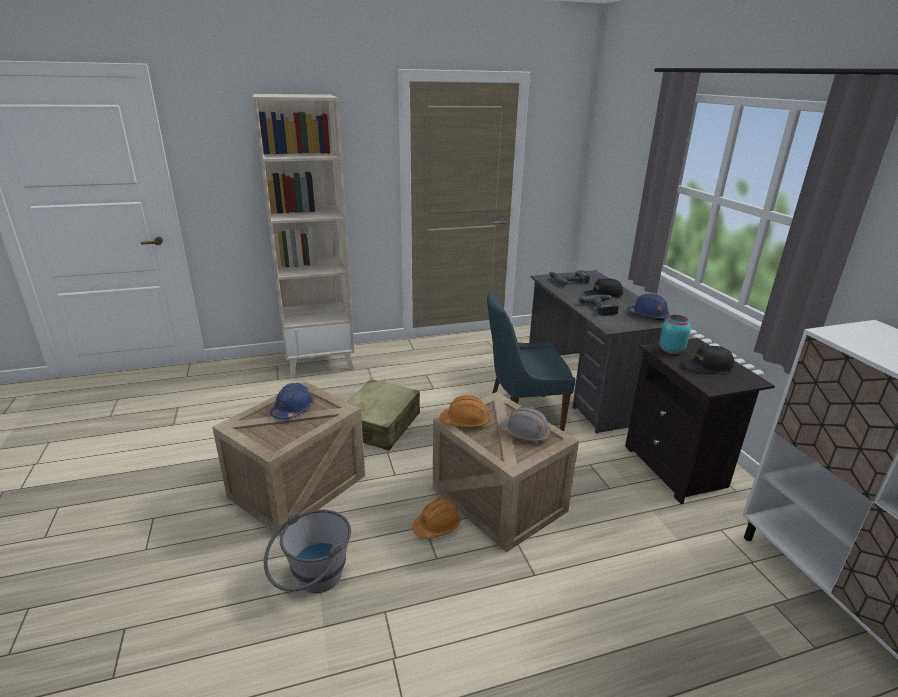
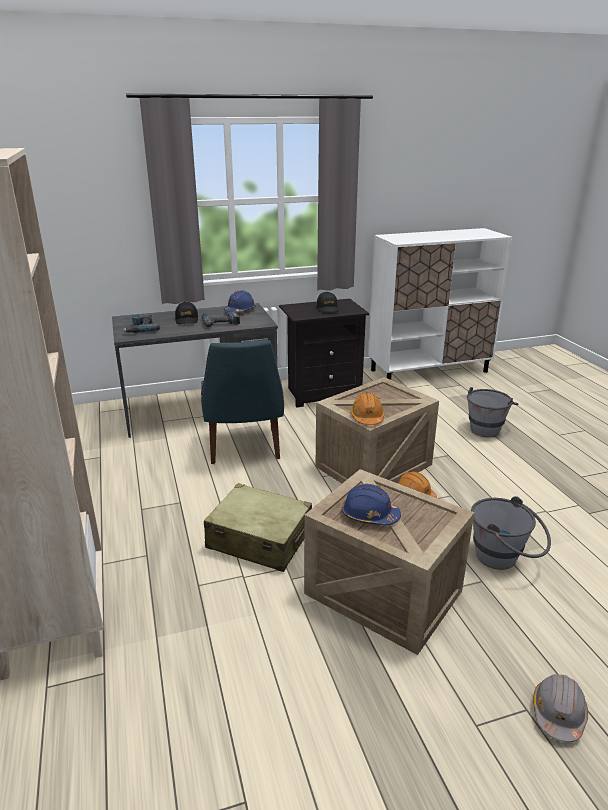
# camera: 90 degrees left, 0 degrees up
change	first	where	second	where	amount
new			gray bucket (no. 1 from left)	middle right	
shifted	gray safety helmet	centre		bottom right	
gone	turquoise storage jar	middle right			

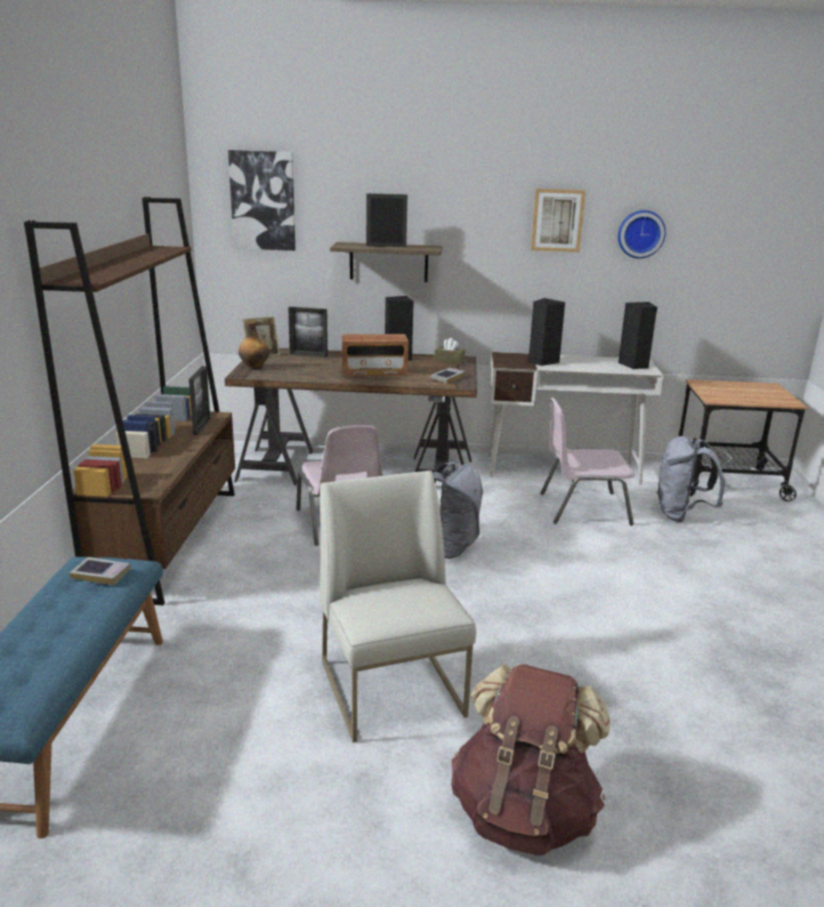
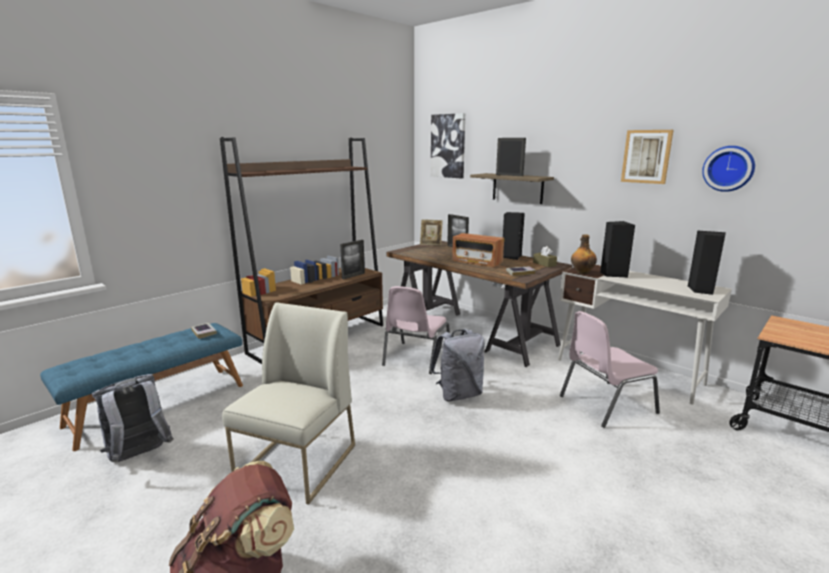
# camera: 40 degrees right, 5 degrees down
change	first	where	second	where	amount
shifted	gray backpack (no. 2 from left in the first image)	middle right	gray backpack (no. 1 from left)	bottom left	
rotated	pink chair (no. 2 from left)	middle right		middle right	60 degrees counterclockwise
shifted	drink bottle	middle left		middle right	

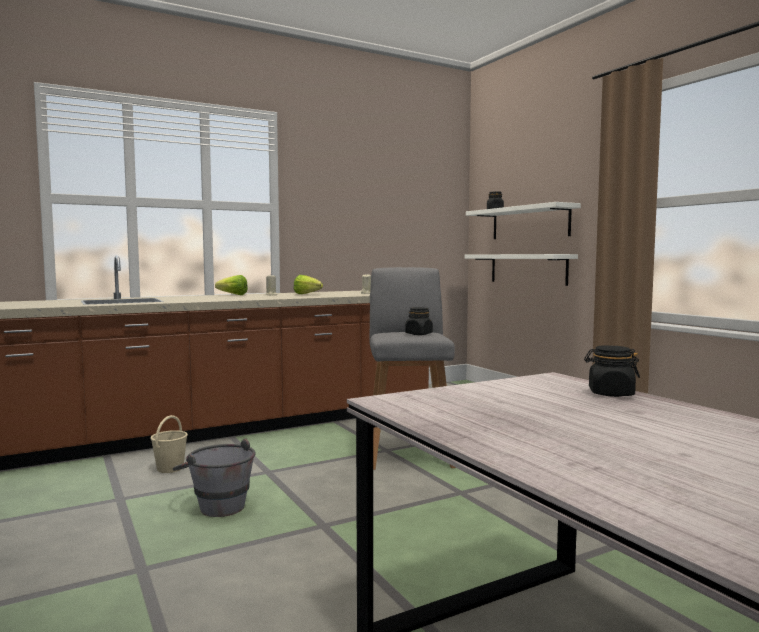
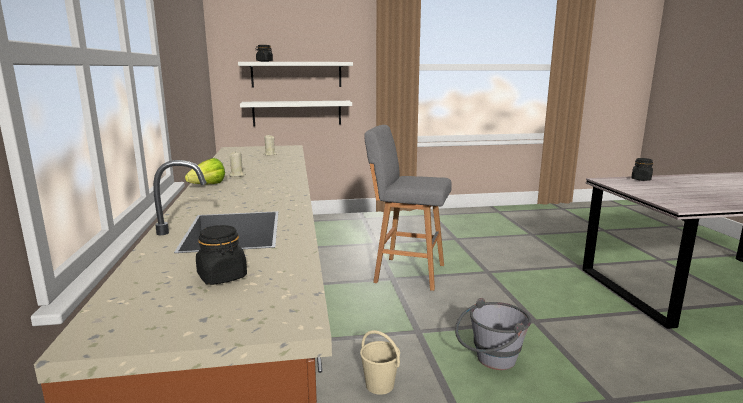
# camera: 70 degrees left, 10 degrees up
change	first	where	second	where	amount
shifted	black-coloured storage jar (no. 1 from left)	centre		middle left	
gone	lettuce head (no. 2 from left)	centre			

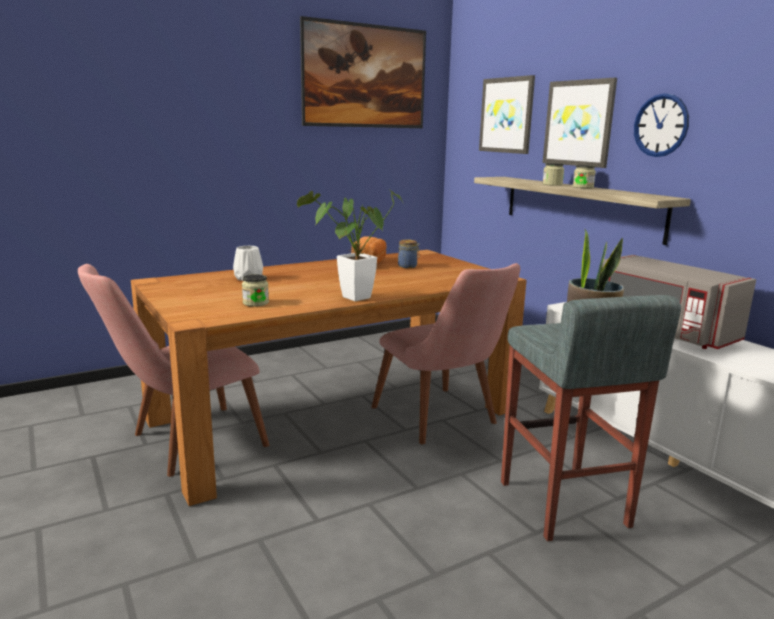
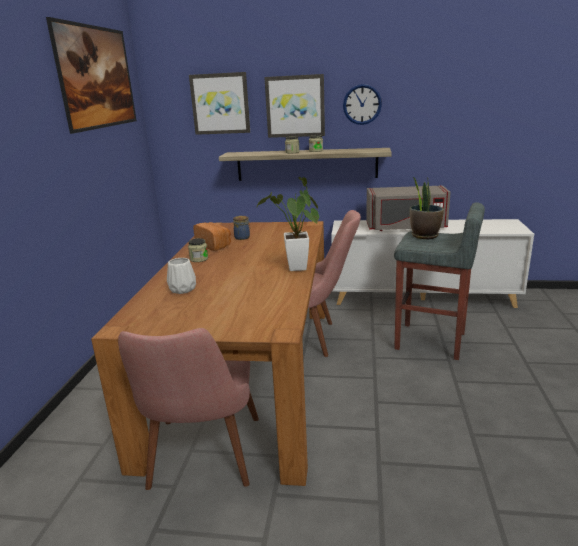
# camera: 50 degrees left, 5 degrees up
change	first	where	second	where	amount
shifted	storage jar (no. 1 from left)	middle left		centre	

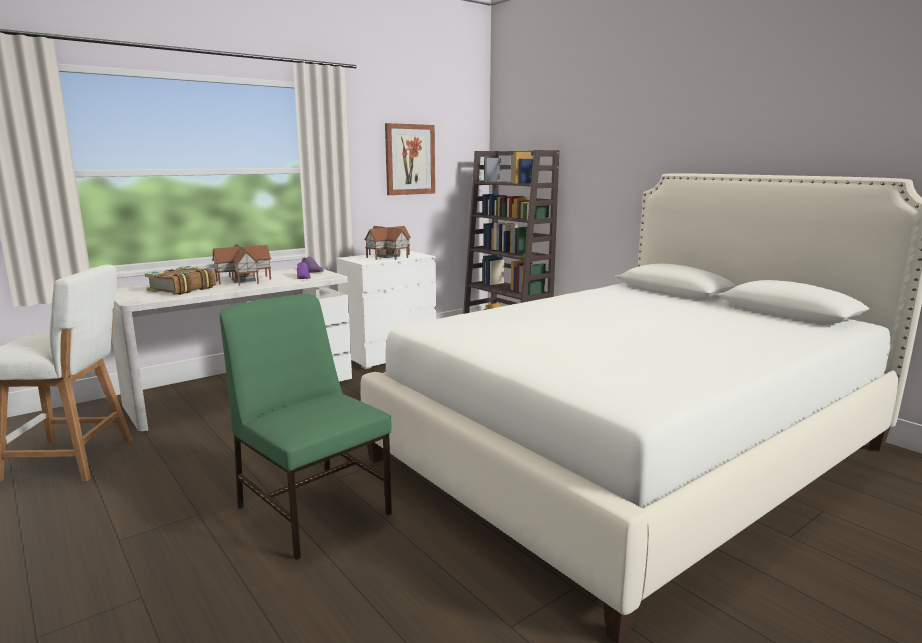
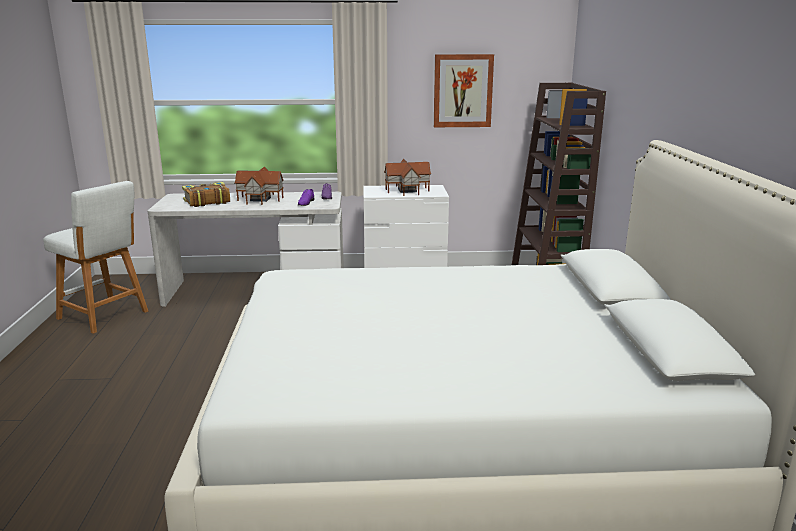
# camera: 35 degrees right, 5 degrees up
change	first	where	second	where	amount
gone	green-coloured chair	middle left			

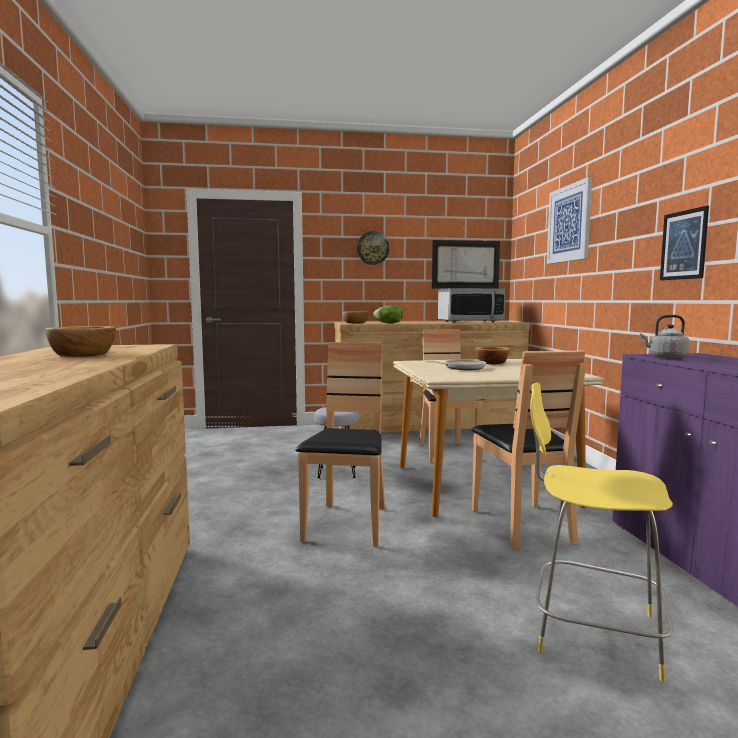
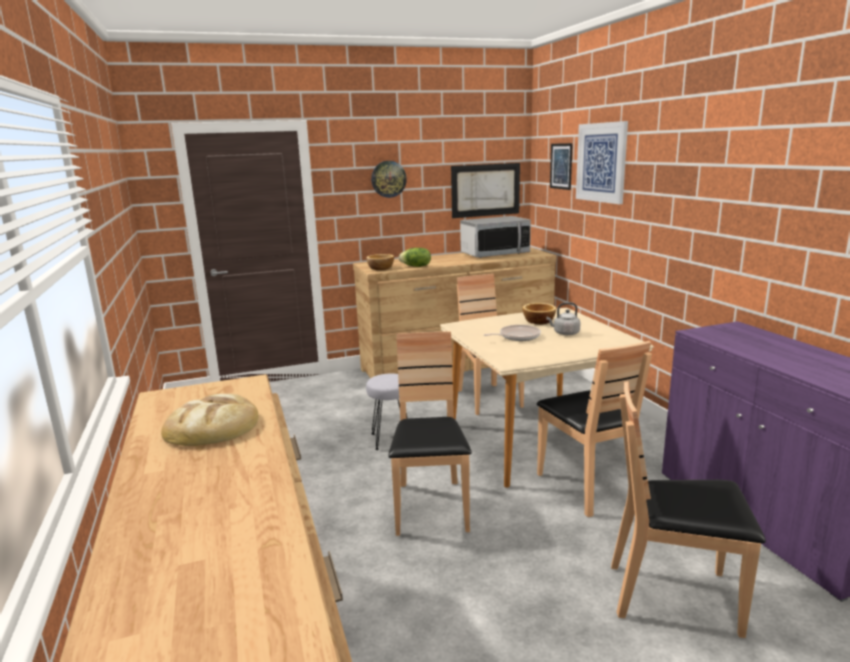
# camera: 10 degrees left, 10 degrees up
change	first	where	second	where	amount
swapped	serving bowl (no. 1 from left)	middle left	bread	middle left	
shifted	gray kettle	middle right		centre	
shifted	wall picture (no. 3 from left in the first image)	top right	wall picture (no. 2 from left)	top centre	
swapped	yellow sitting stool	bottom right	brownish chair (no. 4 from left)	bottom right	

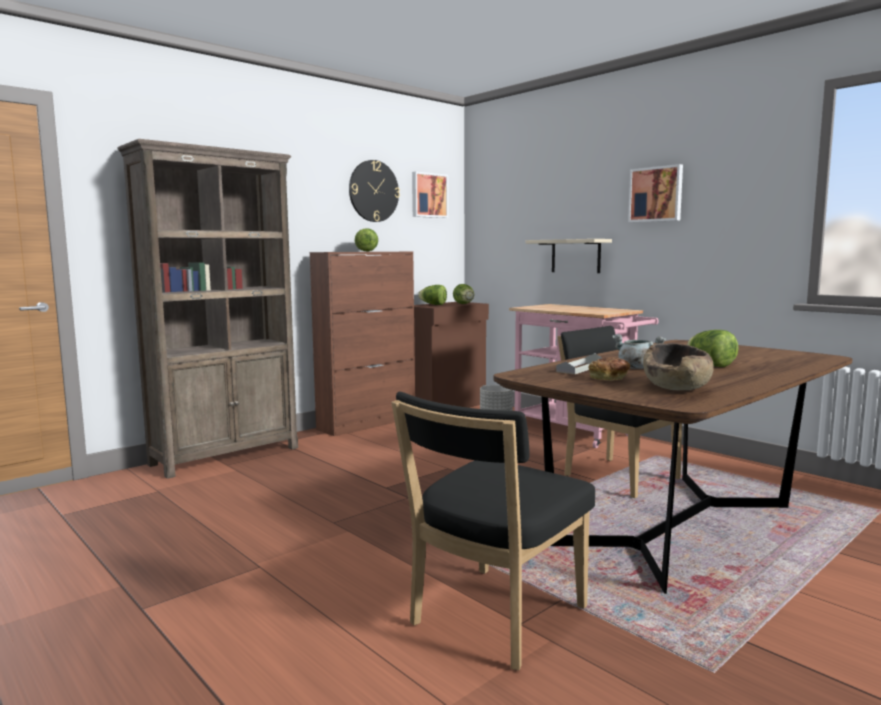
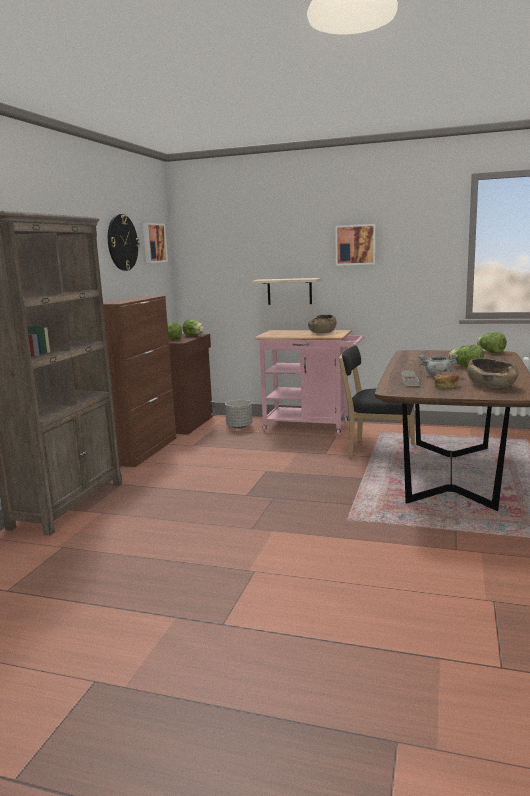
# camera: 30 degrees left, 5 degrees up
change	first	where	second	where	amount
new			brownish serving bowl (no. 1 from left)	centre	
shifted	lettuce head (no. 1 from left in the first image)	centre	lettuce head (no. 4 from left)	middle right	
gone	black-coloured chair (no. 1 from left)	bottom centre			

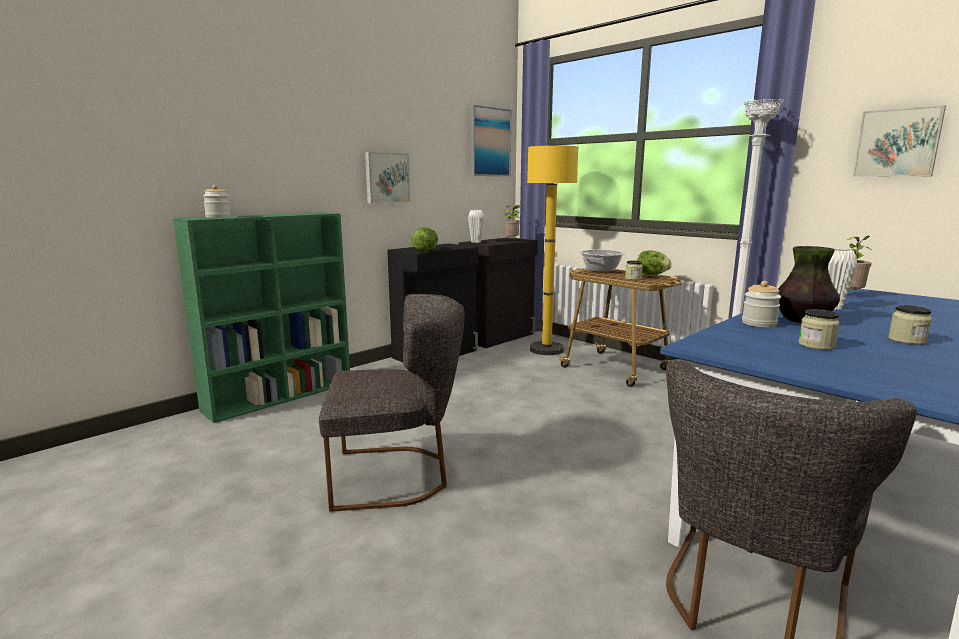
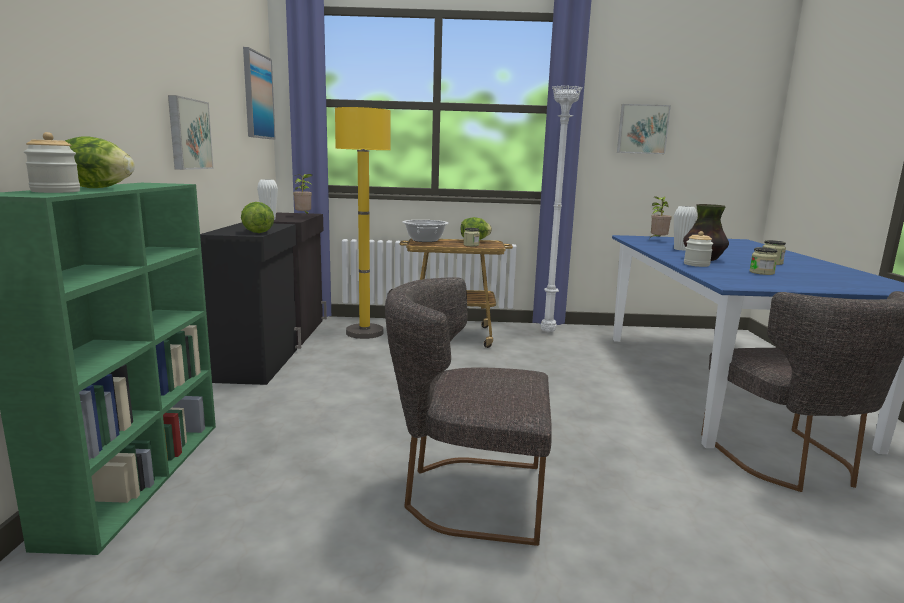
# camera: 45 degrees left, 0 degrees up
change	first	where	second	where	amount
new			lettuce head (no. 1 from left)	top left	
rotated	gray chair (no. 1 from left)	centre		bottom centre	120 degrees counterclockwise

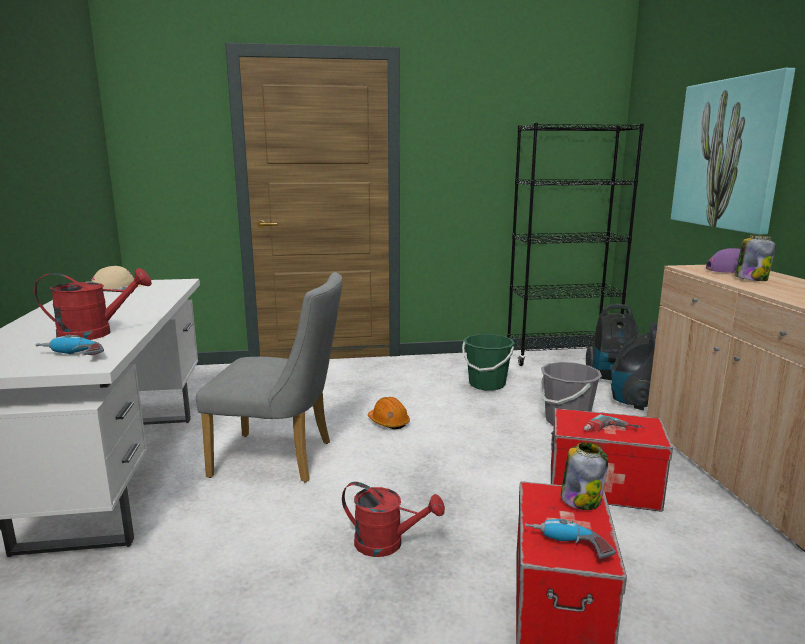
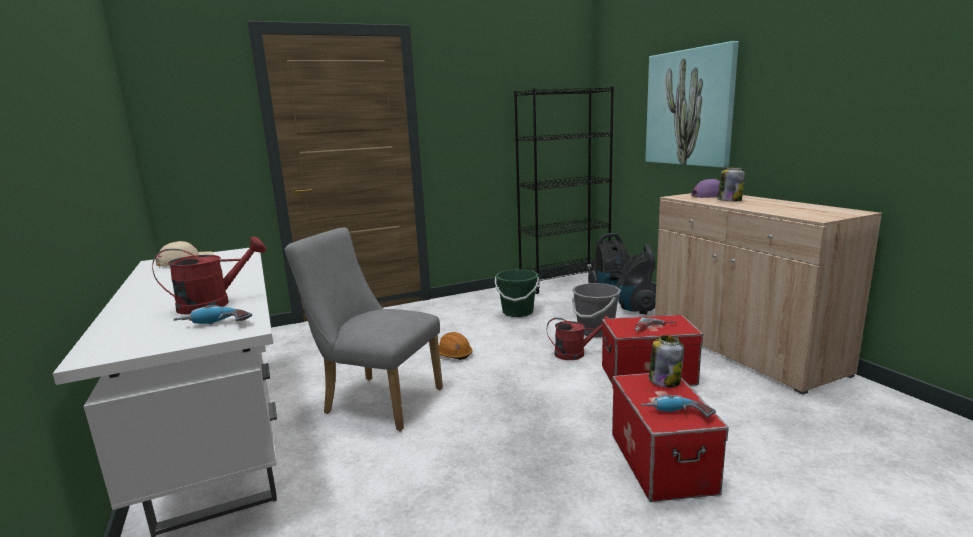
# camera: 15 degrees left, 0 degrees up
change	first	where	second	where	amount
rotated	gray chair	centre		centre	150 degrees counterclockwise
shifted	reddish sprinkling can (no. 2 from left)	bottom centre		centre	

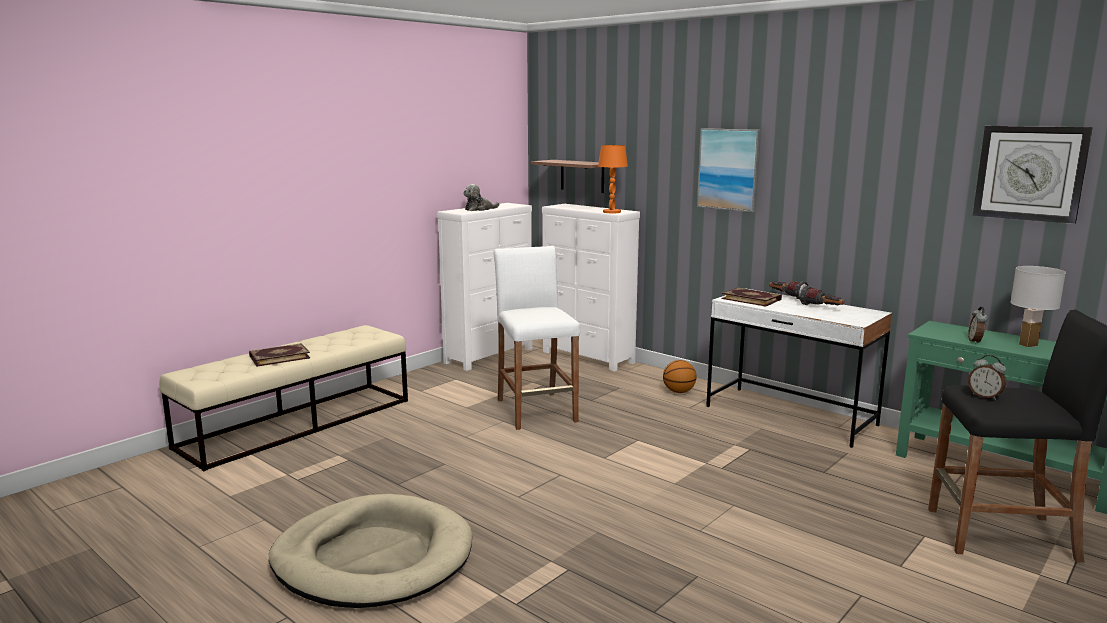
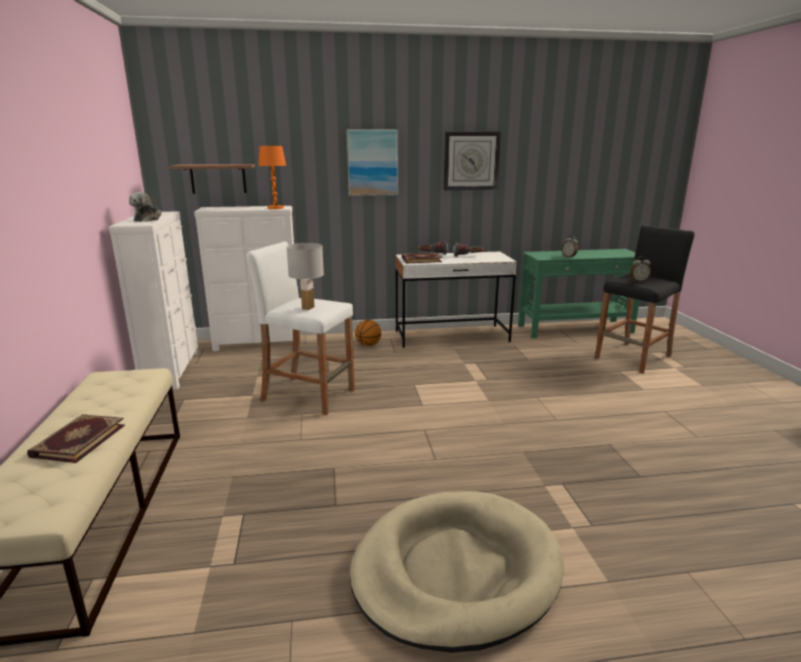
# camera: 50 degrees left, 5 degrees up
change	first	where	second	where	amount
shifted	white tabletop lamp	middle right		centre	
shifted	wall clock	top right		top centre	

